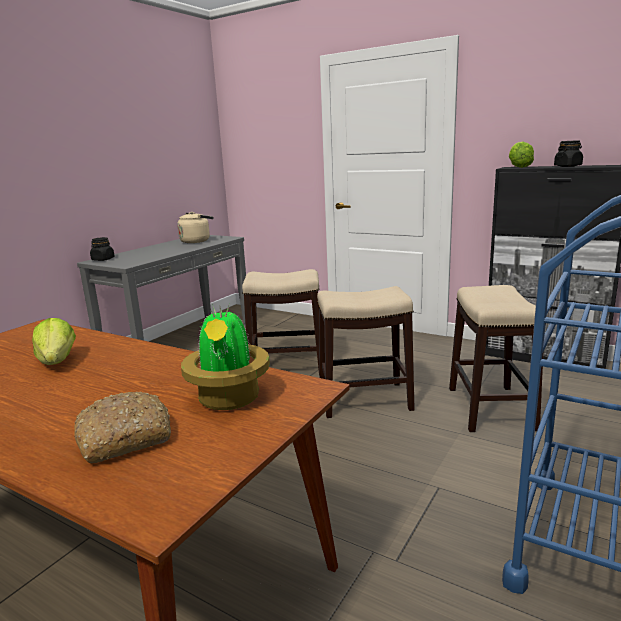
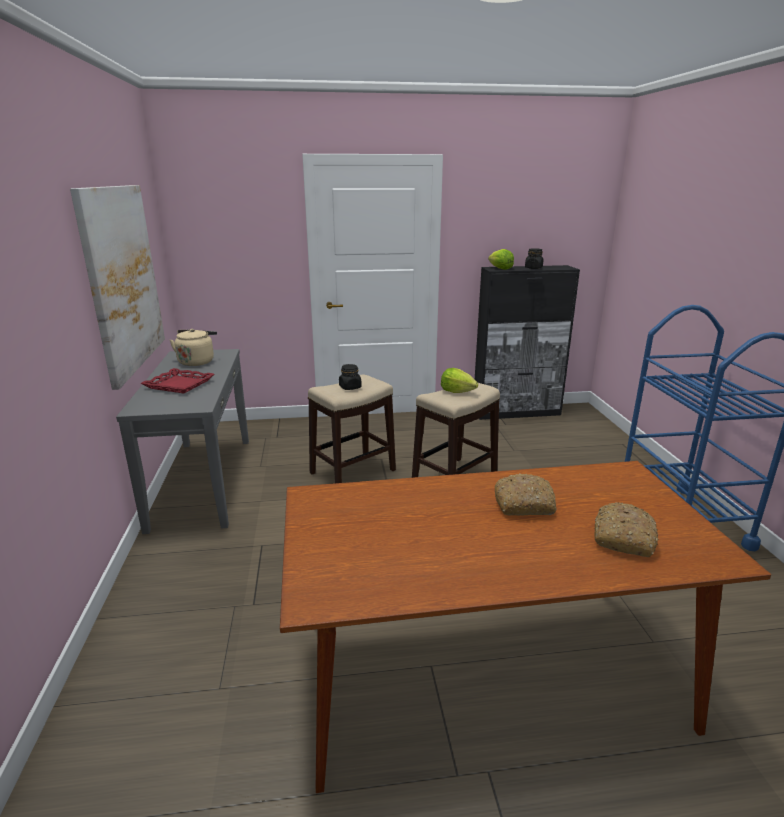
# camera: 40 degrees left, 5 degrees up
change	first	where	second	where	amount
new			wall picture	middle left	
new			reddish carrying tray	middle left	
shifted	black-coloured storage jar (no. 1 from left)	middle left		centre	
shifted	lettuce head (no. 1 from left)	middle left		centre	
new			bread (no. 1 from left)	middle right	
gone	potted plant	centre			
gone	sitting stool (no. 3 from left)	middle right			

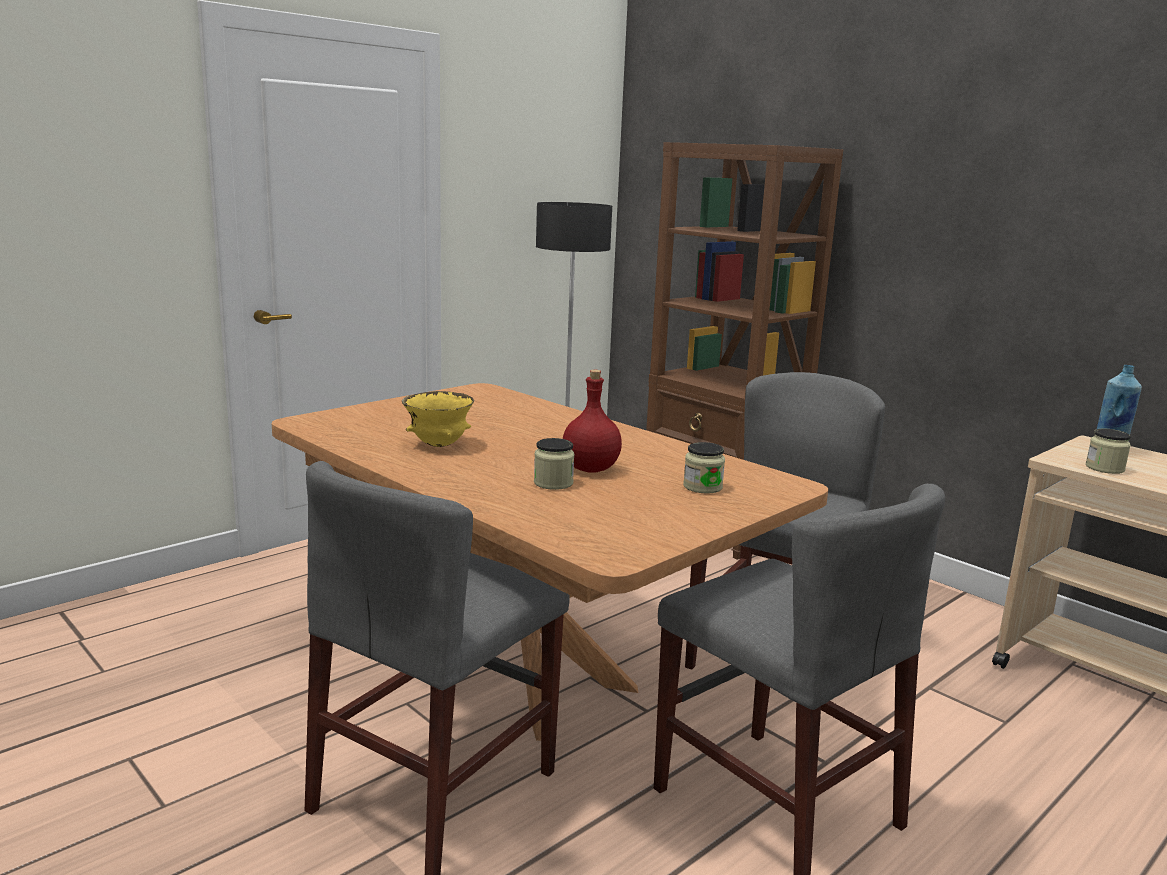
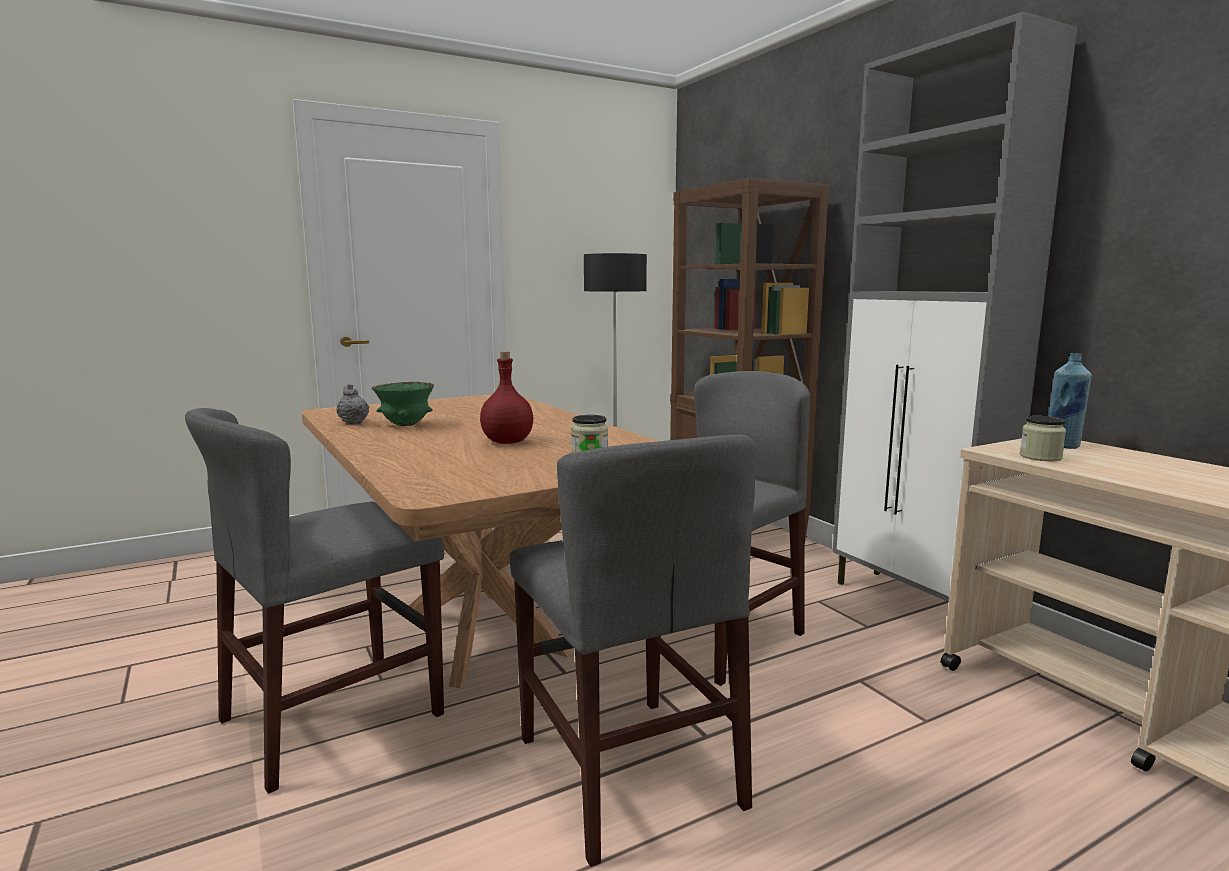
# camera: 15 degrees right, 5 degrees down
change	first	where	second	where	amount
new			gray tea pot	middle left	
repainted	yellow serving bowl	centre	green-coloured serving bowl	middle left	
new			gray cabinet	middle right	
gone	storage jar (no. 1 from left)	centre			

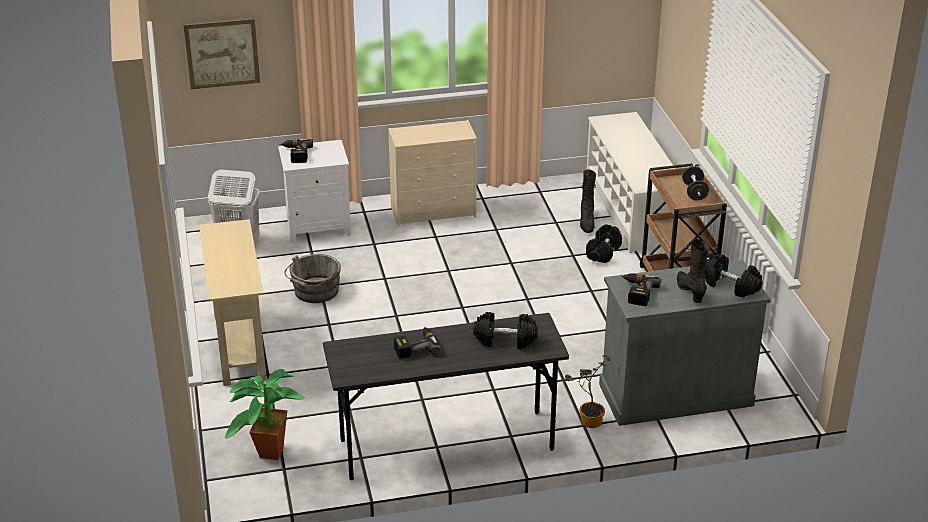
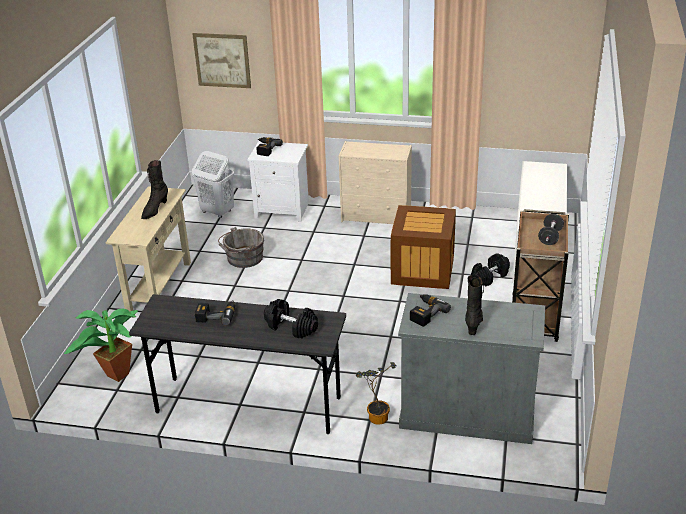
# camera: 25 degrees right, 0 degrees up
change	first	where	second	where	amount
shifted	black-coloured boot (no. 1 from left)	centre		middle left	
new			crate	centre	
gone	black-coloured hand weight (no. 4 from left)	middle right			

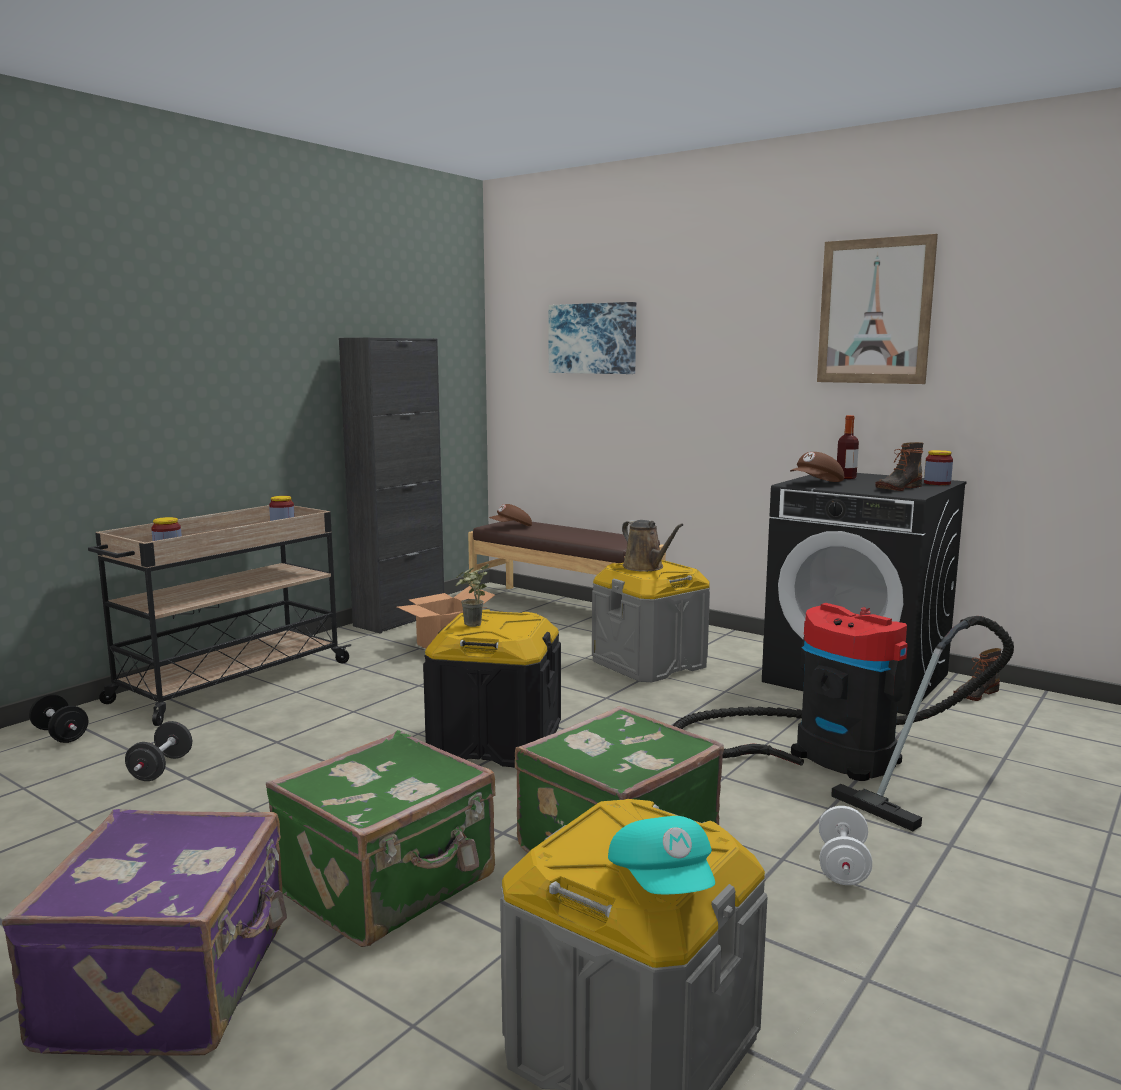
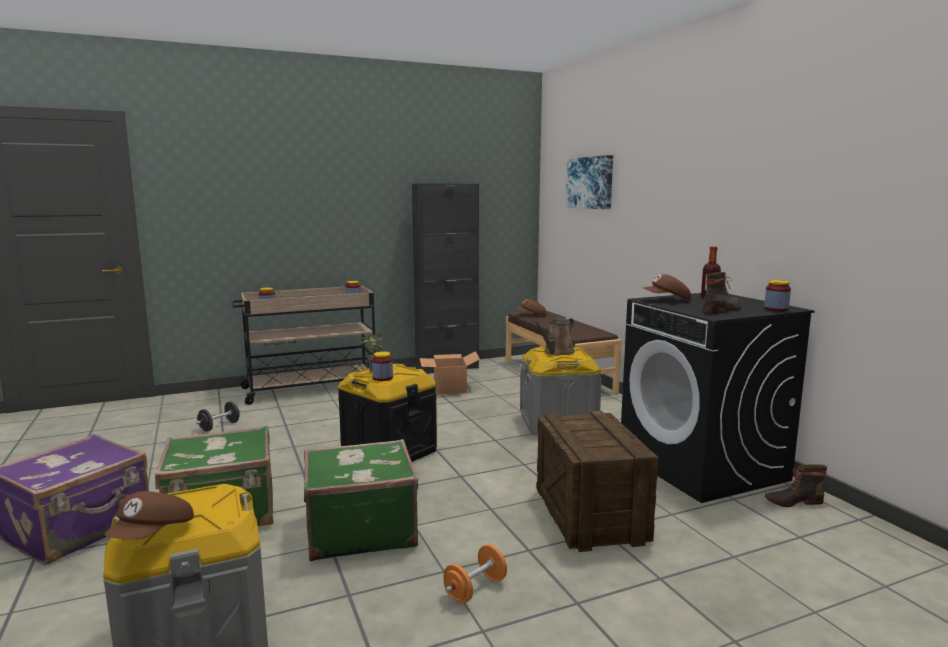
# camera: 30 degrees right, 0 degrees up
change	first	where	second	where	amount
repainted	turquoise peaked cap	bottom centre	brownish peaked cap (no. 1 from left)	bottom left	
new			storage jar (no. 3 from left)	centre	
repainted	white hand weight	bottom right	orange-coloured hand weight	bottom centre	
rotated	brownish sprinkling can	centre		centre	45 degrees clockwise
swapped	vacuum	middle right	crate	bottom centre	
rotated	boot (no. 1 from left)	middle right		middle right	150 degrees clockwise
gone	black-coloured hand weight (no. 1 from left)	middle left			
gone	wall picture (no. 2 from left)	top right			

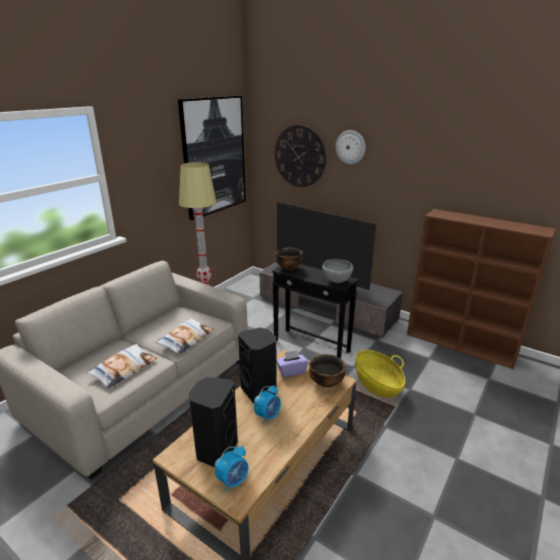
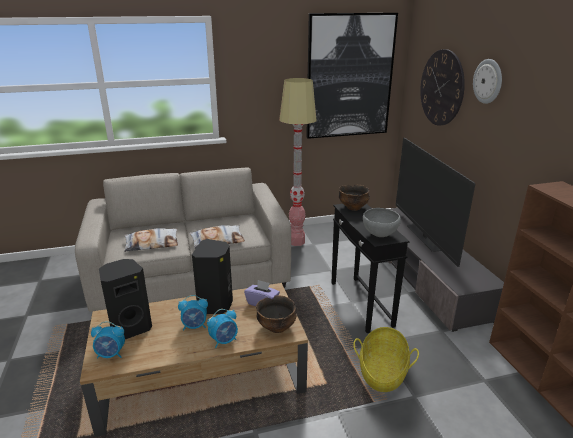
# camera: 40 degrees right, 0 degrees up
change	first	where	second	where	amount
new			alarm clock (no. 3 from left)	bottom centre	

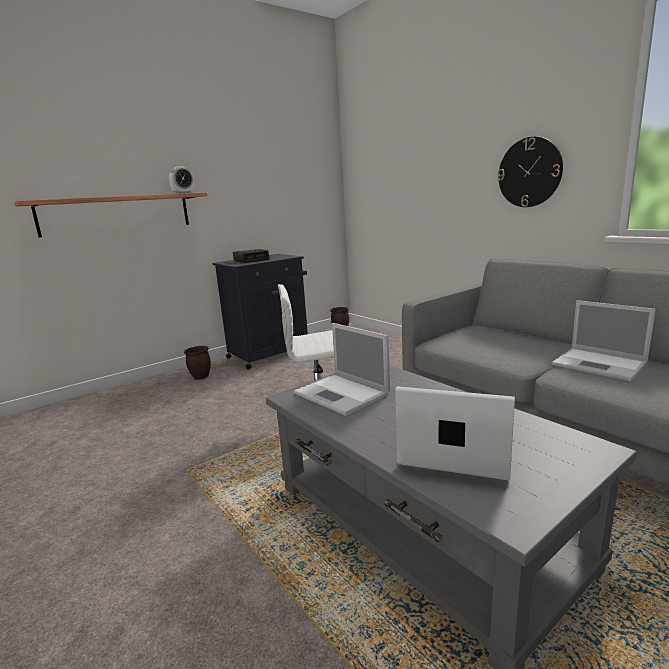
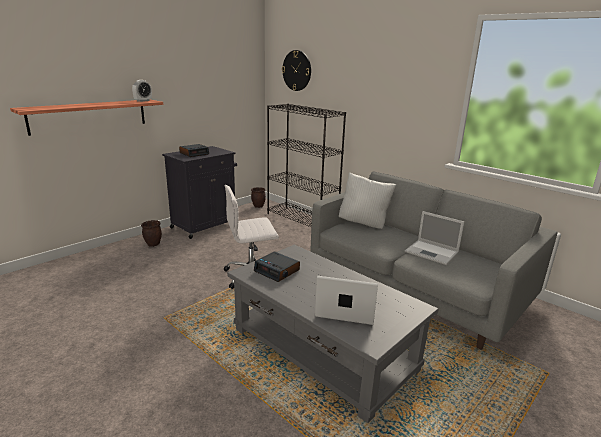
# camera: 10 degrees left, 5 degrees up
change	first	where	second	where	amount
swapped	laptop (no. 1 from left)	centre	alarm clock (no. 3 from left)	centre	
new			black-coloured bookcase	centre	
shifted	wall clock	top right		top centre	
new			white cushion	centre	

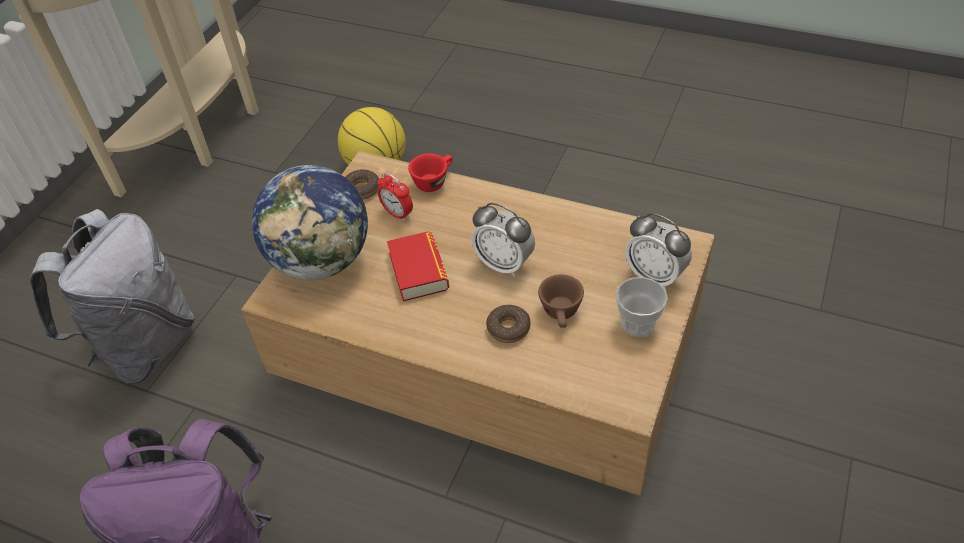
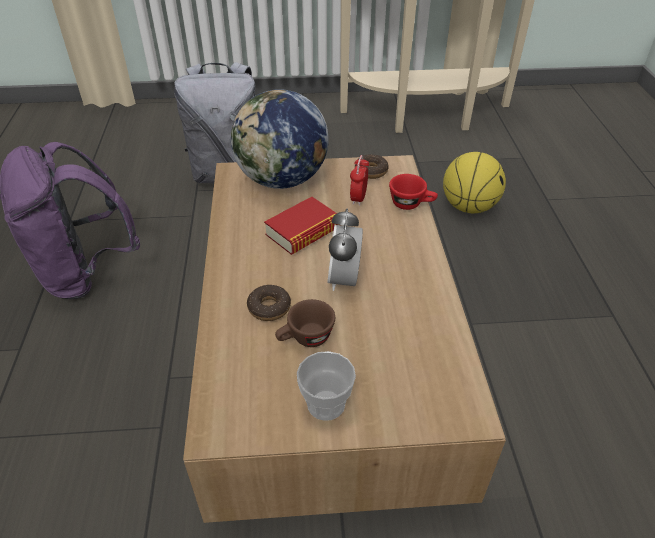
# camera: 60 degrees right, 5 degrees down
change	first	where	second	where	amount
gone	alarm clock (no. 3 from left)	middle right			

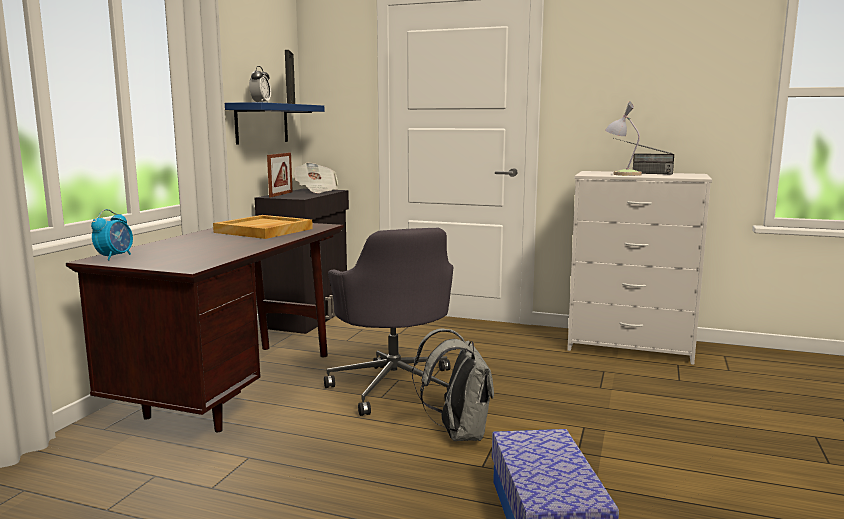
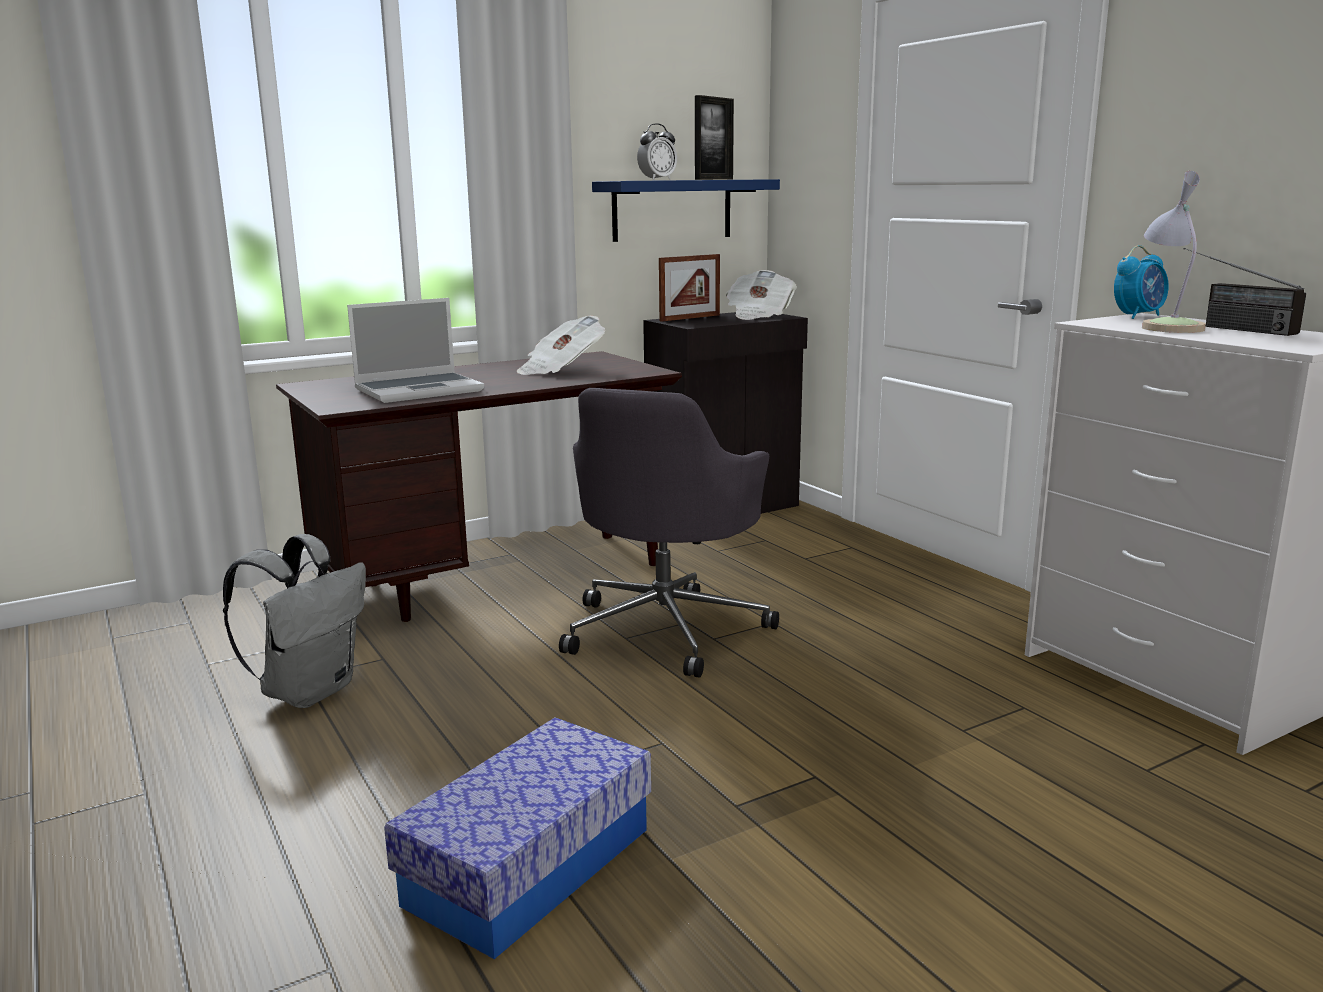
# camera: 40 degrees right, 5 degrees up
change	first	where	second	where	amount
shifted	gray backpack	bottom centre		middle left	
new			laptop	middle left	
swapped	sand-coloured carrying tray	middle left	printed paper (no. 1 from left)	centre	
shifted	alarm clock (no. 1 from left in the first image)	middle left	alarm clock (no. 2 from left)	top right	

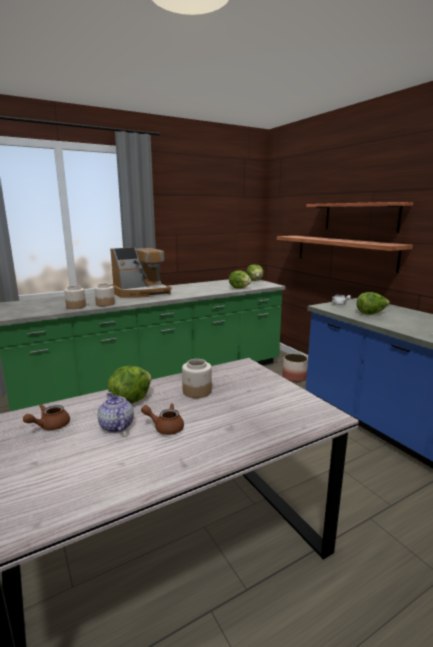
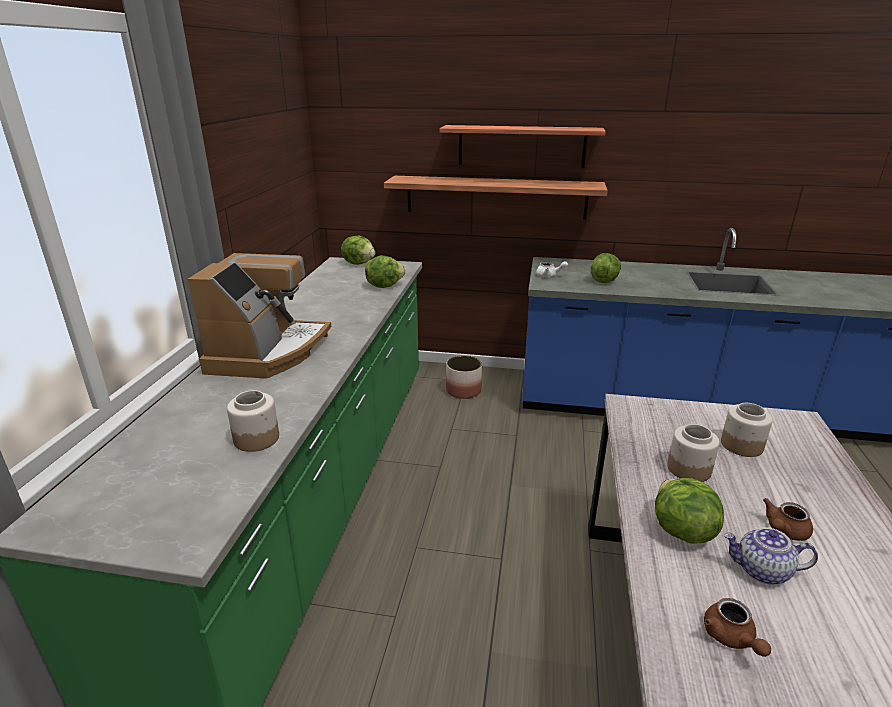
# camera: 50 degrees left, 10 degrees up
change	first	where	second	where	amount
shifted	storage jar (no. 2 from left in the first image)	middle left	storage jar (no. 3 from left)	middle right	

